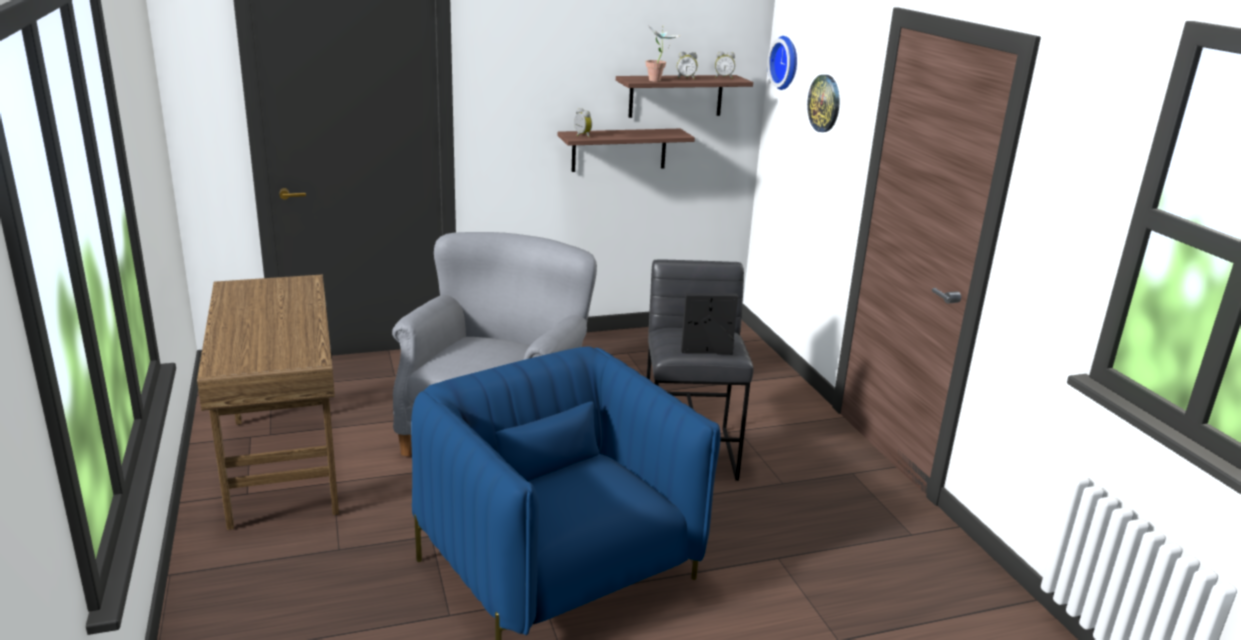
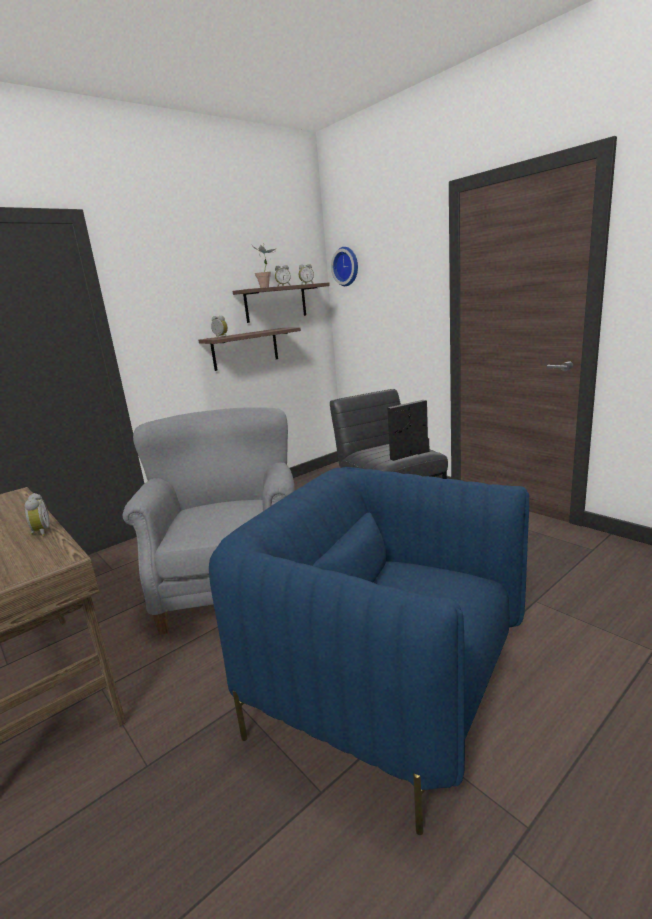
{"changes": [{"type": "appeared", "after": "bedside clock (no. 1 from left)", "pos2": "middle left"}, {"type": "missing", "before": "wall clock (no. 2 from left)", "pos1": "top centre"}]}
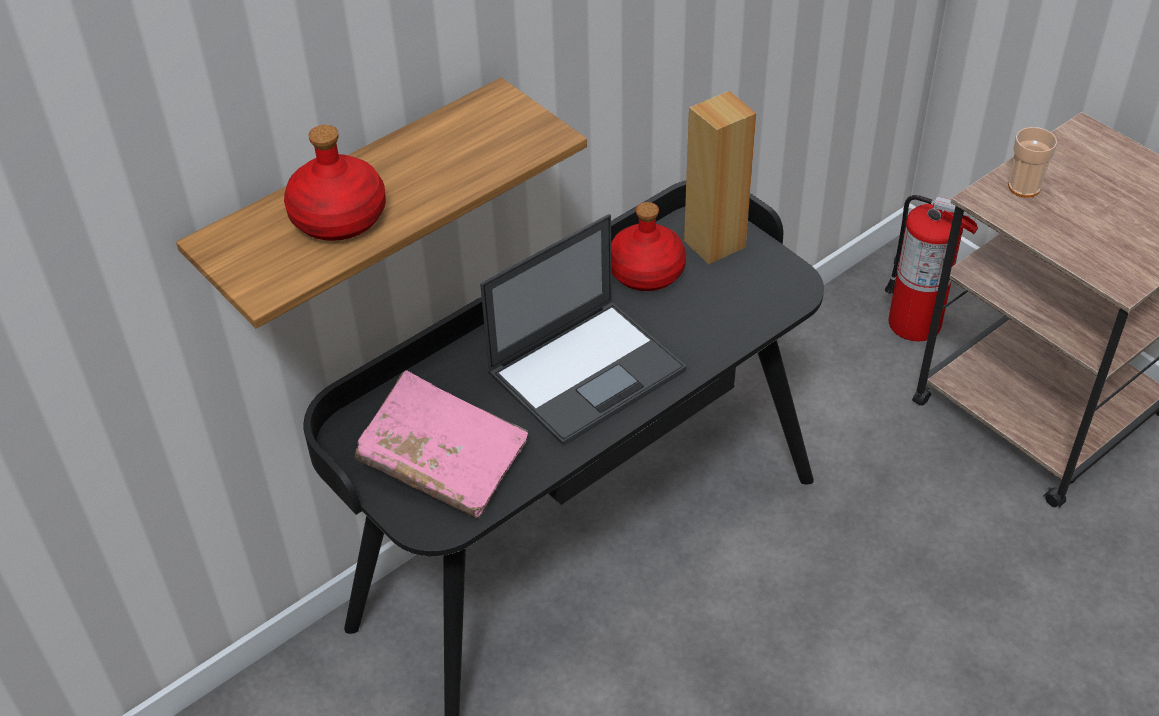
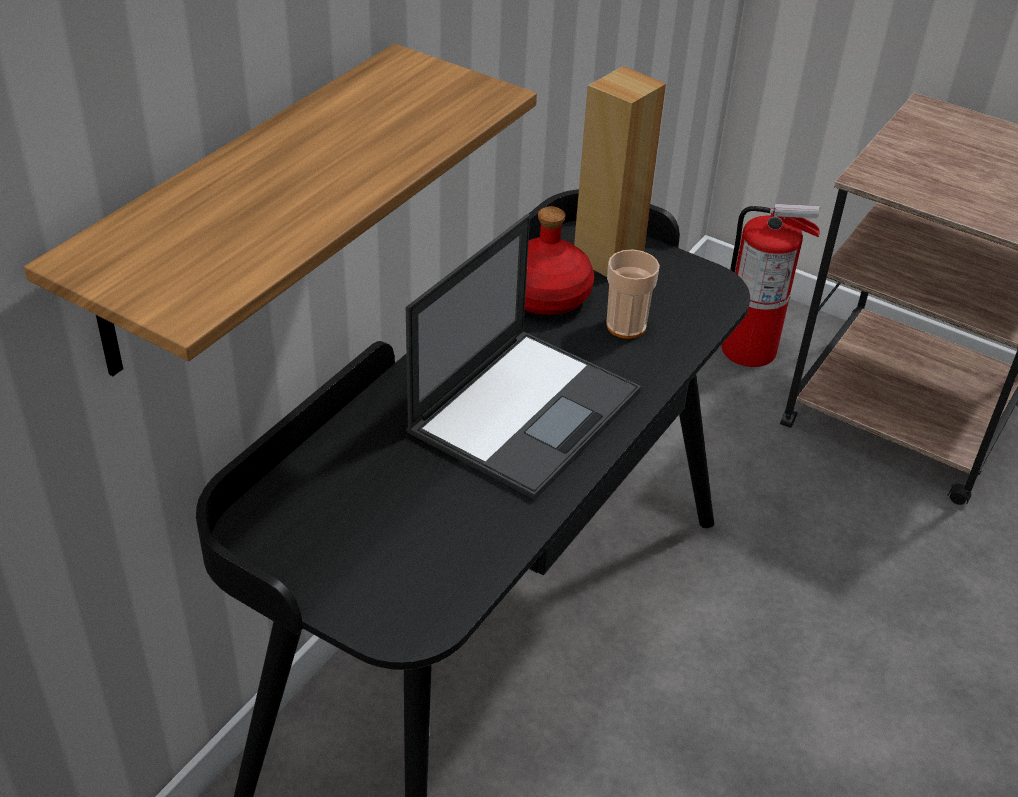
{"changes": [{"type": "relocated", "before": "cup", "pos1": "top right", "pos2": "centre"}, {"type": "missing", "before": "red bottle (no. 1 from left)", "pos1": "top left"}, {"type": "missing", "before": "pink-coloured volume", "pos1": "centre"}]}
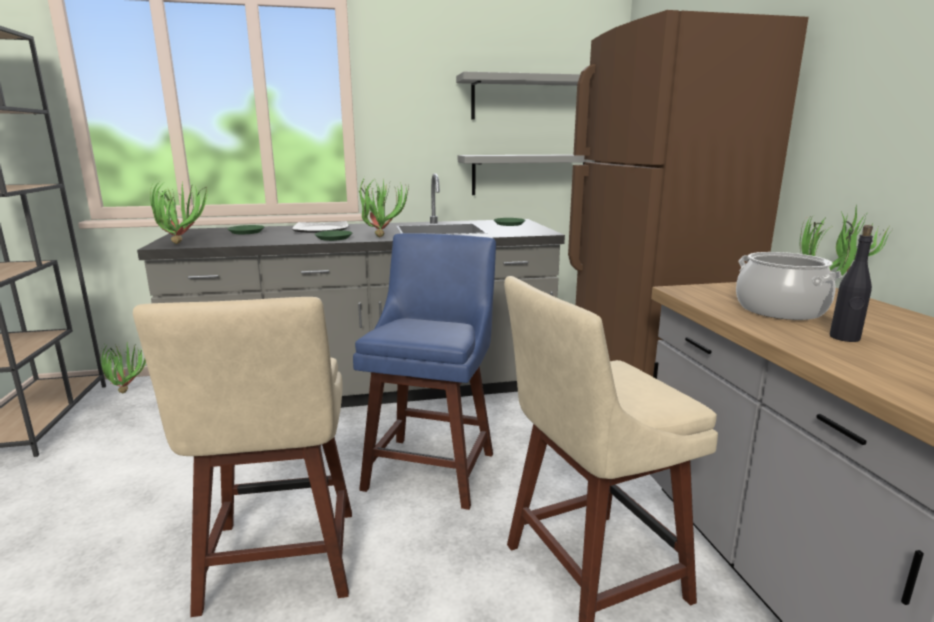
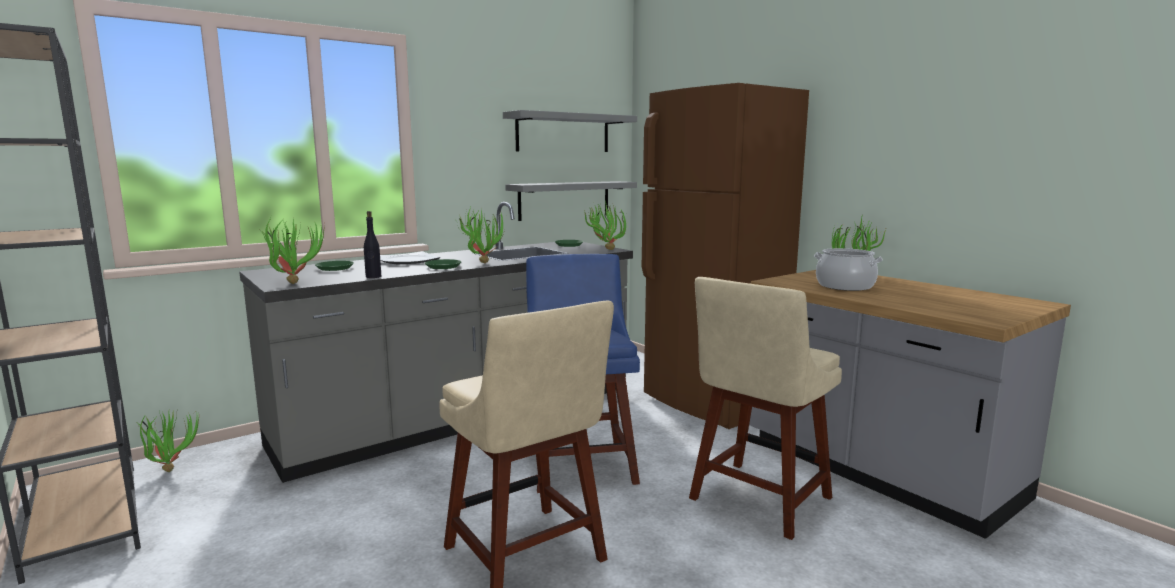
{"changes": [{"type": "relocated", "before": "black-coloured bottle", "pos1": "middle right", "pos2": "middle left"}, {"type": "appeared", "after": "plant in a pot (no. 4 from left)", "pos2": "centre"}]}
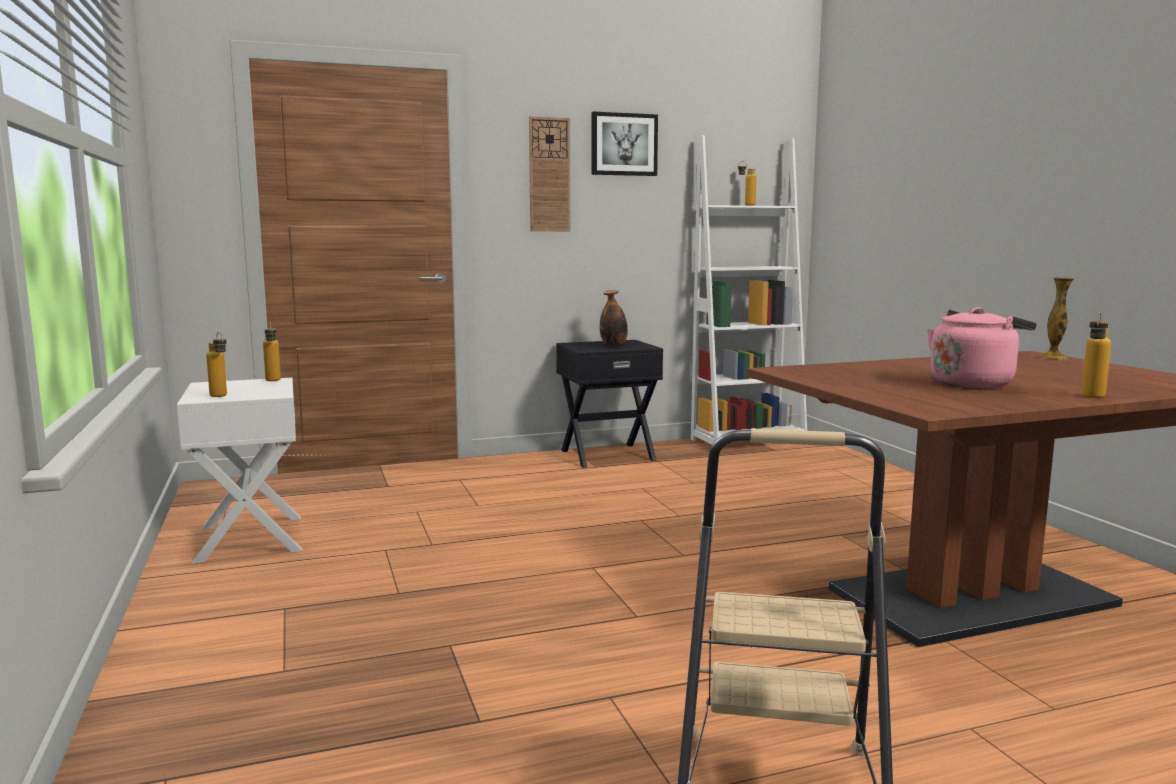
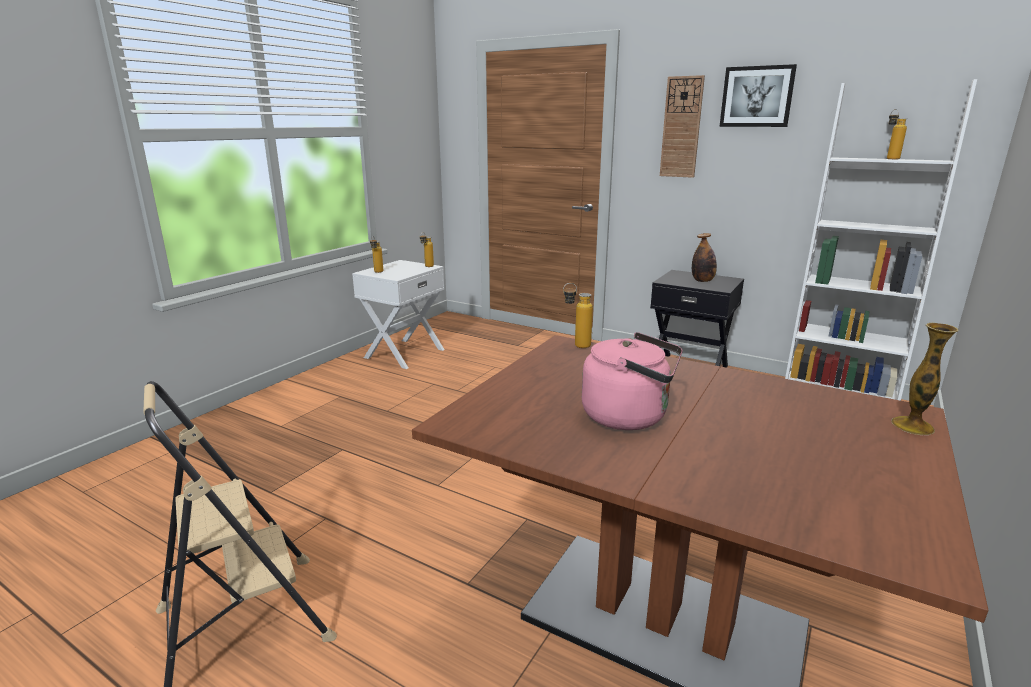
{"changes": [{"type": "relocated", "before": "bottle (no. 5 from left in the first image)", "after": "bottle (no. 3 from left)", "pos1": "middle right", "pos2": "centre"}]}
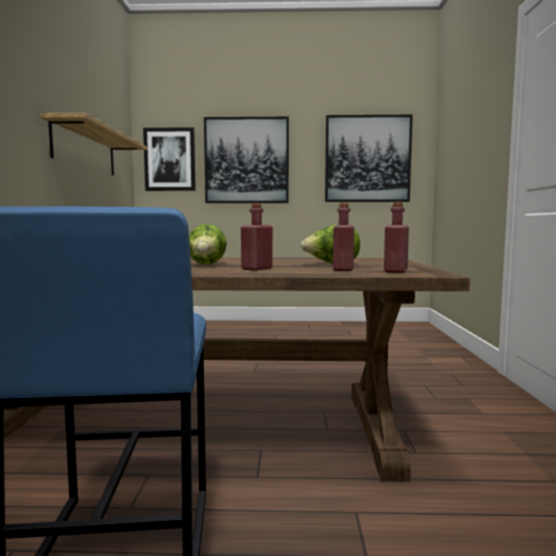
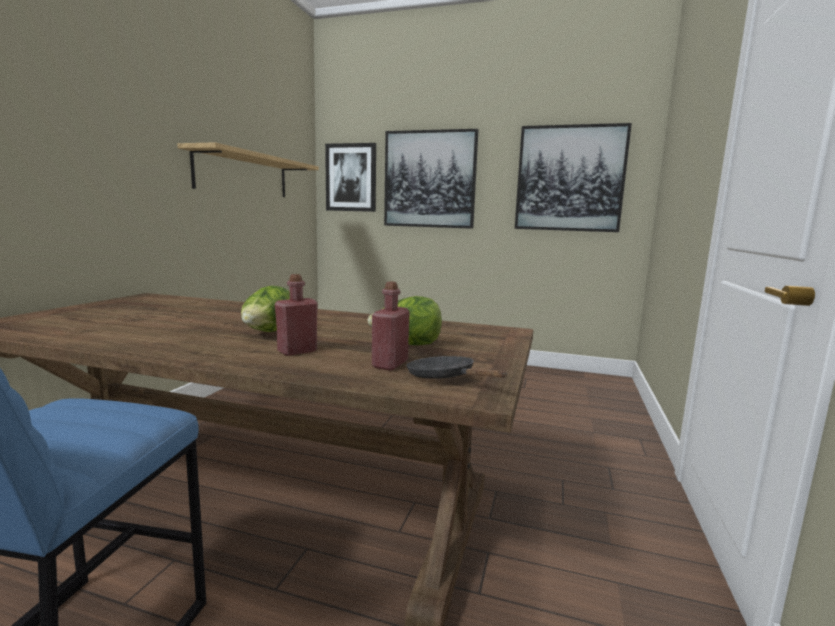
{"changes": [{"type": "exchanged", "before": "red bottle (no. 3 from left)", "after": "black-coloured frying pan", "pos1": "middle right", "pos2": "centre"}]}
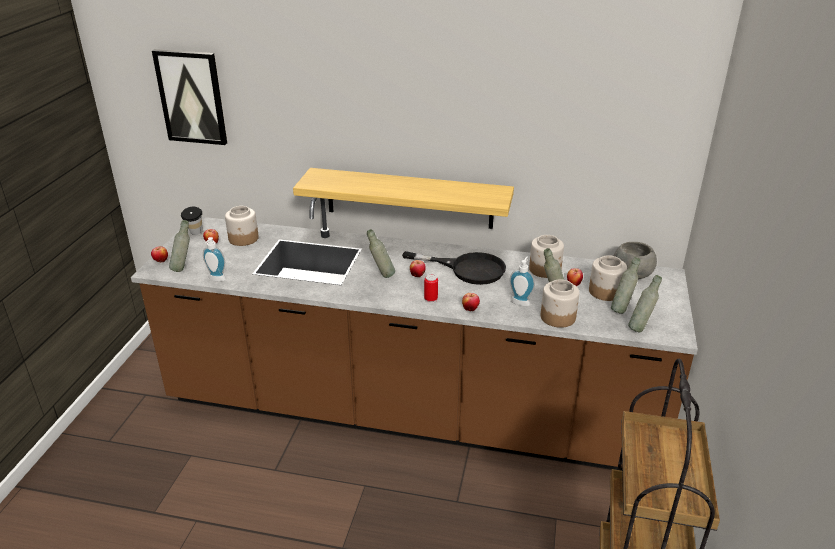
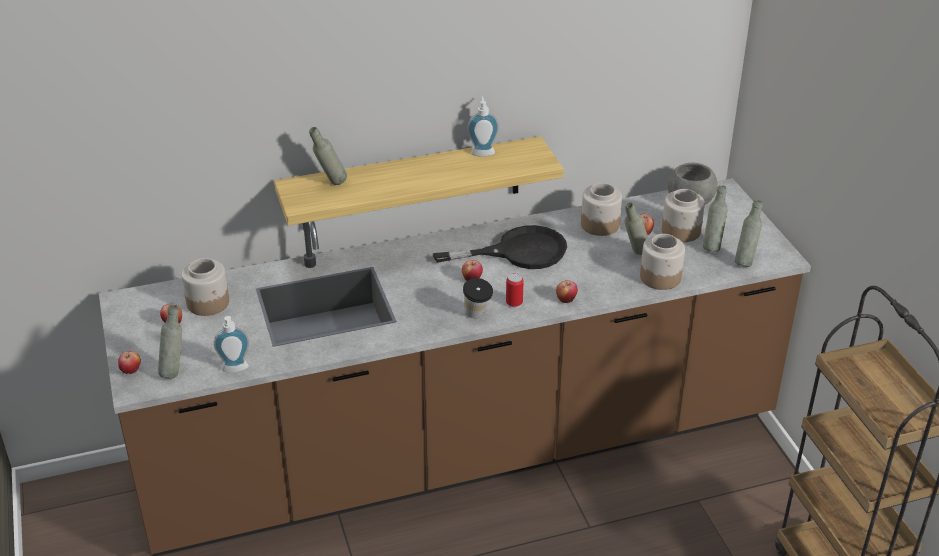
{"changes": [{"type": "relocated", "before": "grey bottle (no. 2 from left)", "pos1": "centre", "pos2": "top centre"}, {"type": "relocated", "before": "cup", "pos1": "middle left", "pos2": "centre"}, {"type": "relocated", "before": "soap dispenser (no. 2 from left)", "pos1": "centre", "pos2": "top centre"}, {"type": "missing", "before": "wall picture", "pos1": "top left"}]}
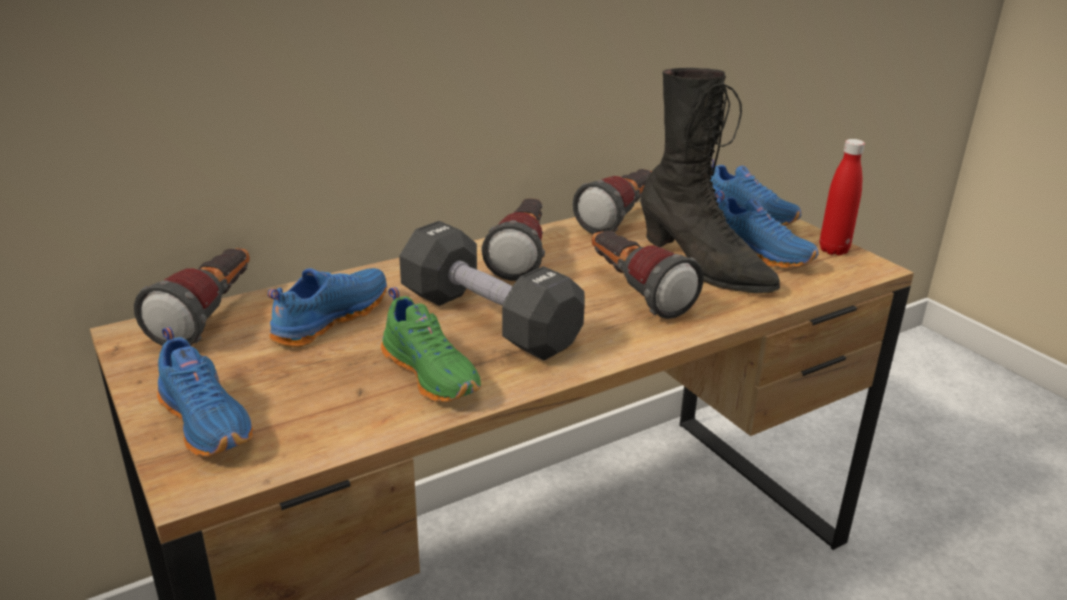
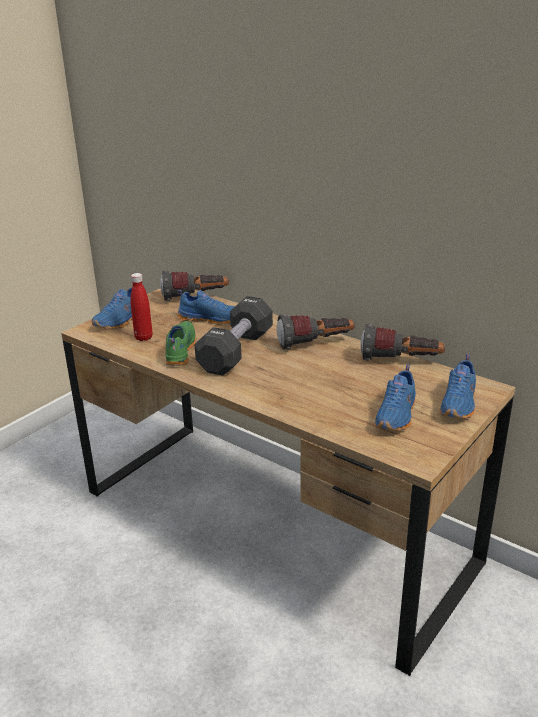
{"changes": [{"type": "relocated", "before": "red bottle", "pos1": "top right", "pos2": "middle left"}, {"type": "spun", "before": "green-coloured item of footwear", "pos1": "centre", "pos2": "centre", "turn": 150}, {"type": "missing", "before": "flashlight (no. 4 from left)", "pos1": "centre"}, {"type": "missing", "before": "black-coloured tall boot", "pos1": "top centre"}]}
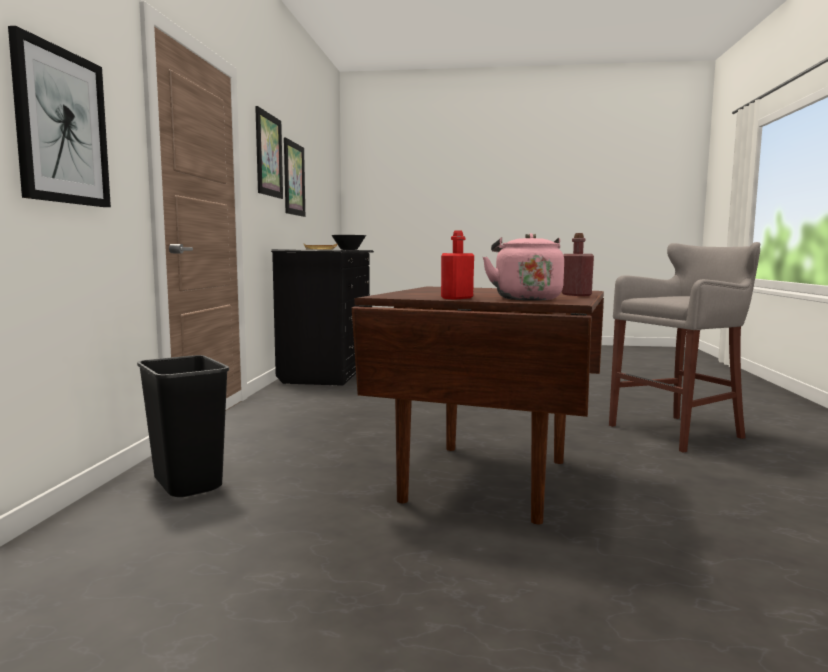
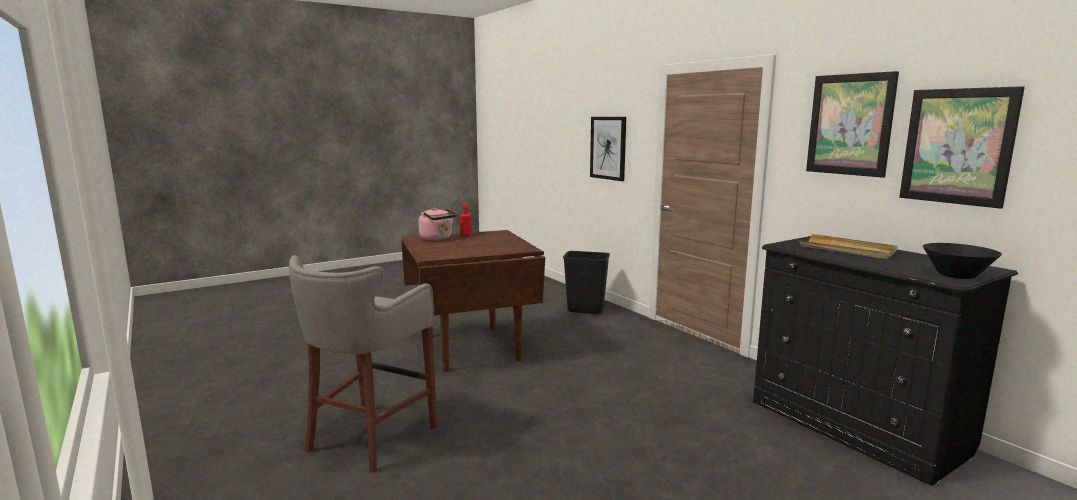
{"changes": [{"type": "missing", "before": "red bottle (no. 2 from left)", "pos1": "middle right"}]}
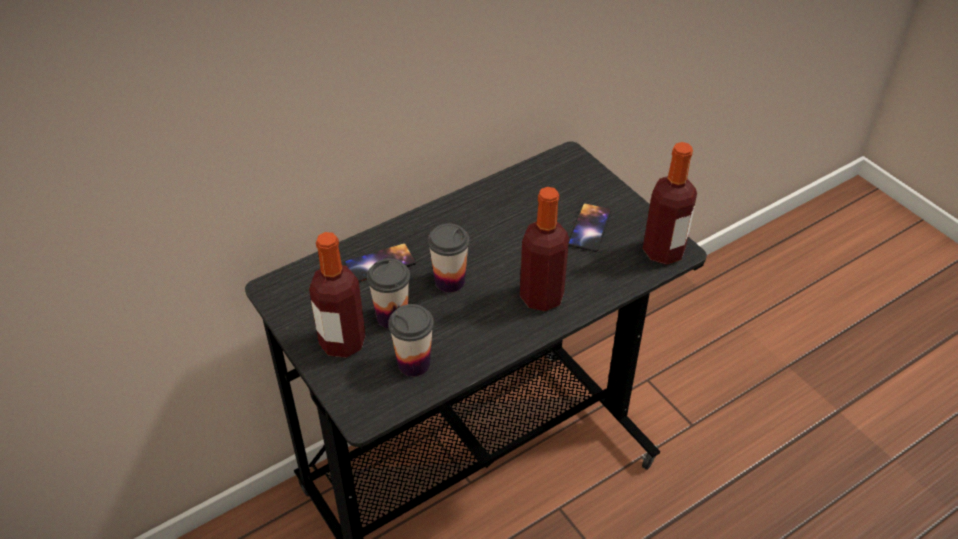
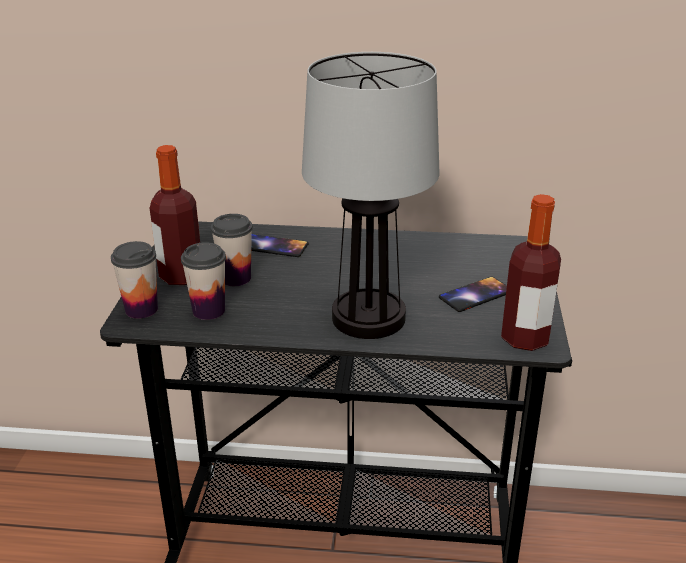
{"changes": [{"type": "relocated", "before": "cup (no. 3 from left in the first image)", "after": "cup (no. 1 from left)", "pos1": "centre", "pos2": "middle left"}, {"type": "exchanged", "before": "bottle (no. 2 from left)", "after": "tabletop lamp", "pos1": "centre", "pos2": "centre"}]}
